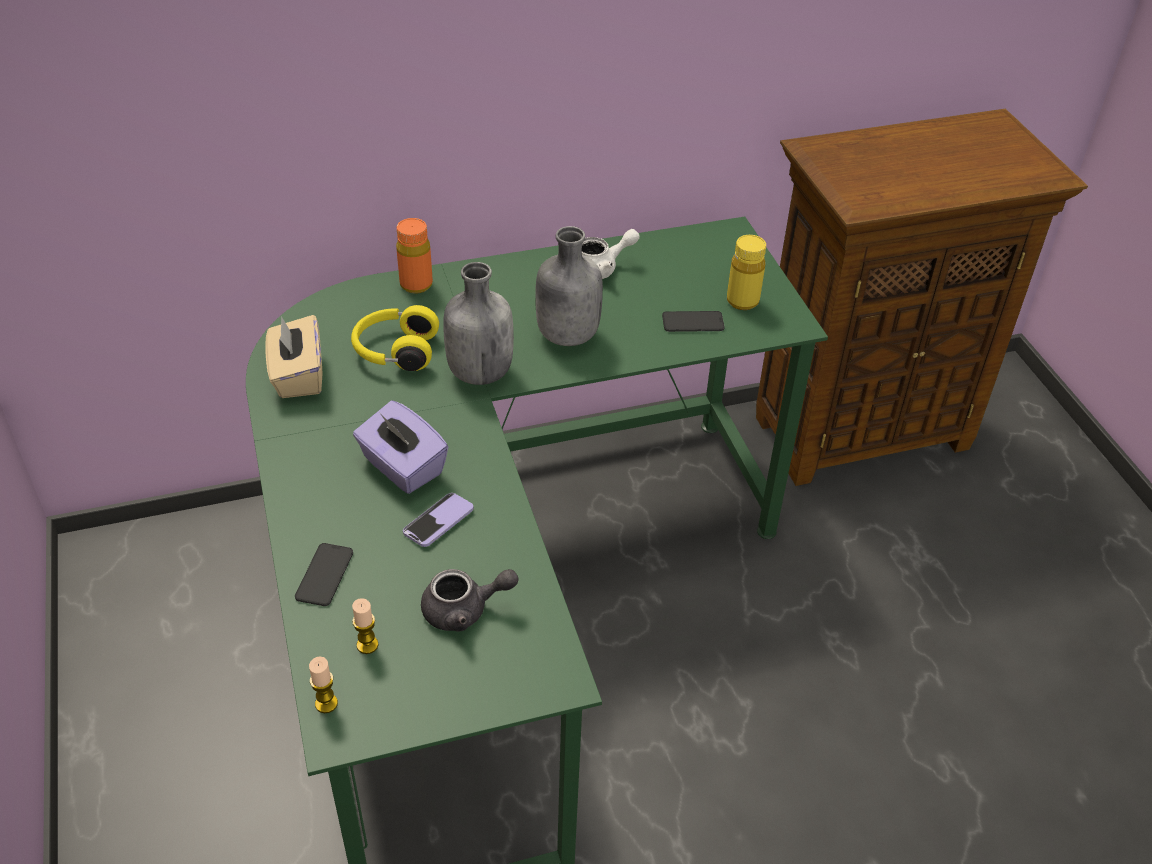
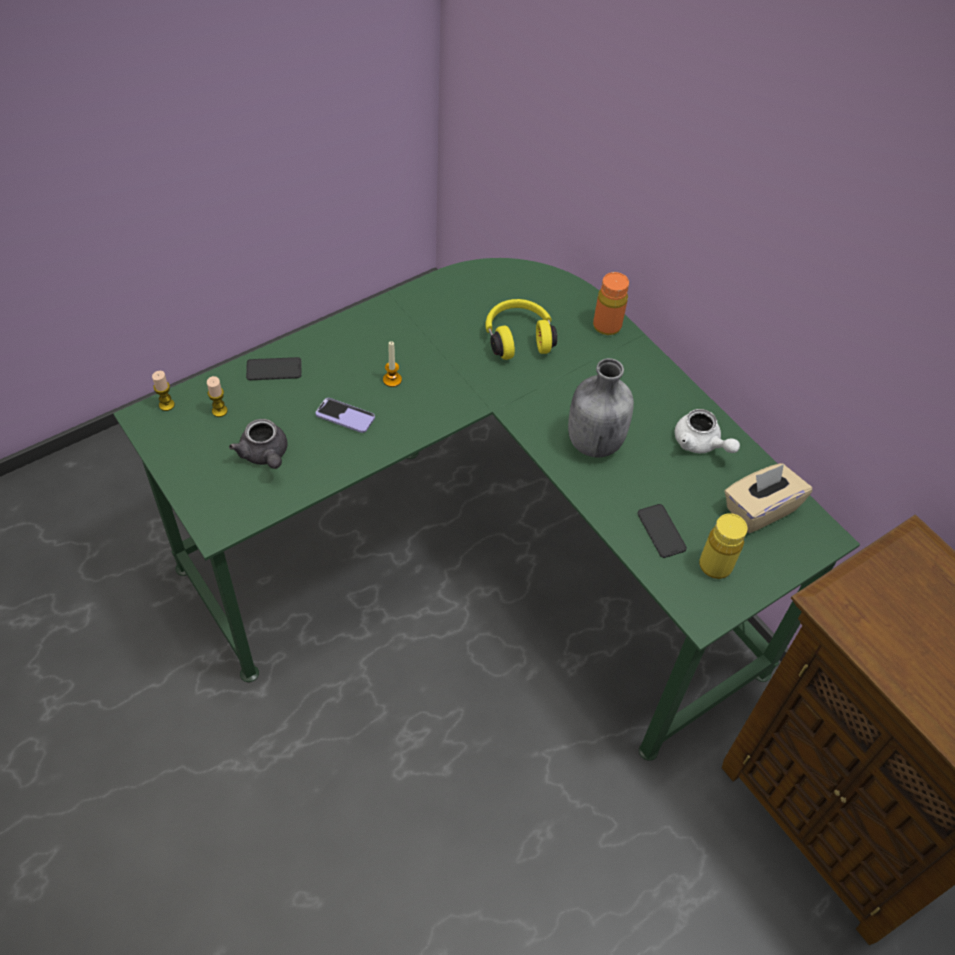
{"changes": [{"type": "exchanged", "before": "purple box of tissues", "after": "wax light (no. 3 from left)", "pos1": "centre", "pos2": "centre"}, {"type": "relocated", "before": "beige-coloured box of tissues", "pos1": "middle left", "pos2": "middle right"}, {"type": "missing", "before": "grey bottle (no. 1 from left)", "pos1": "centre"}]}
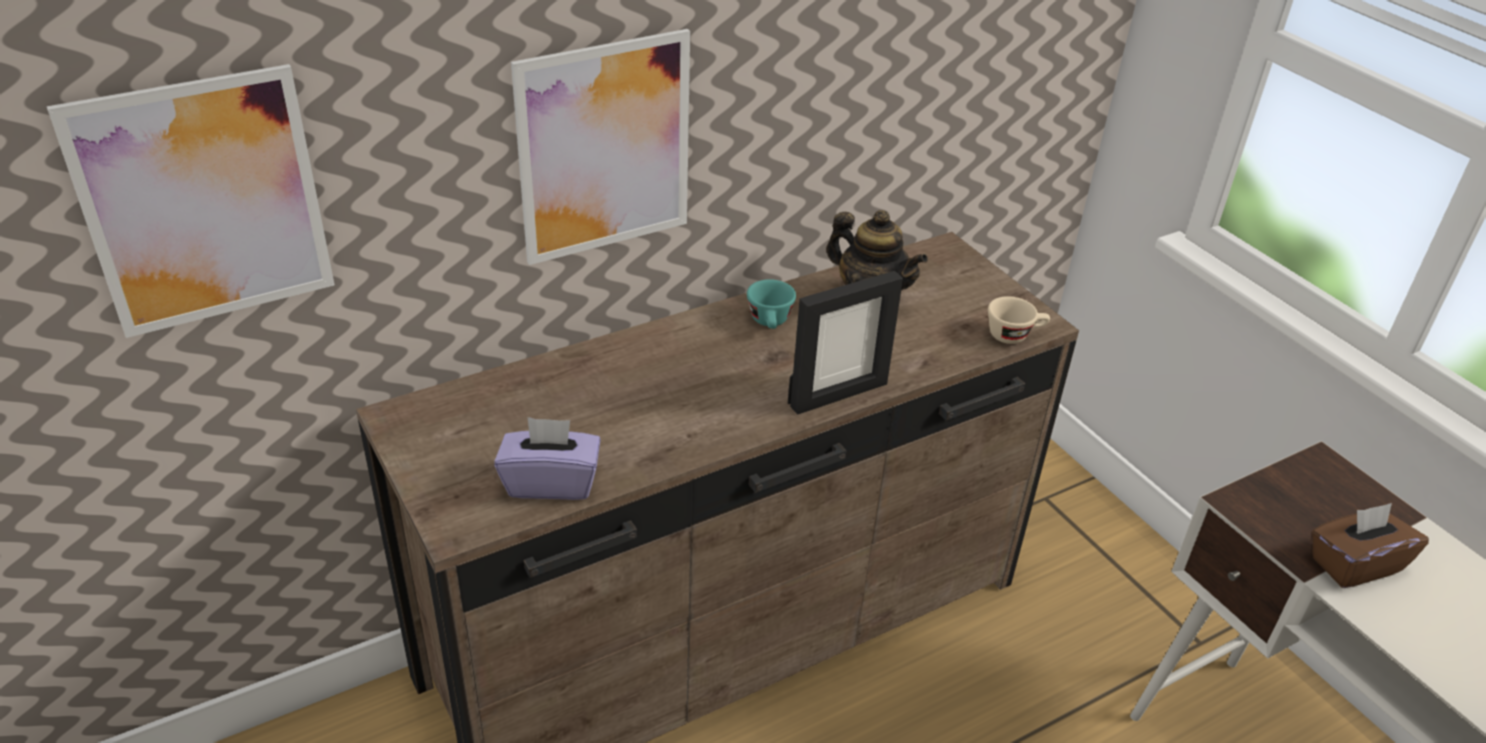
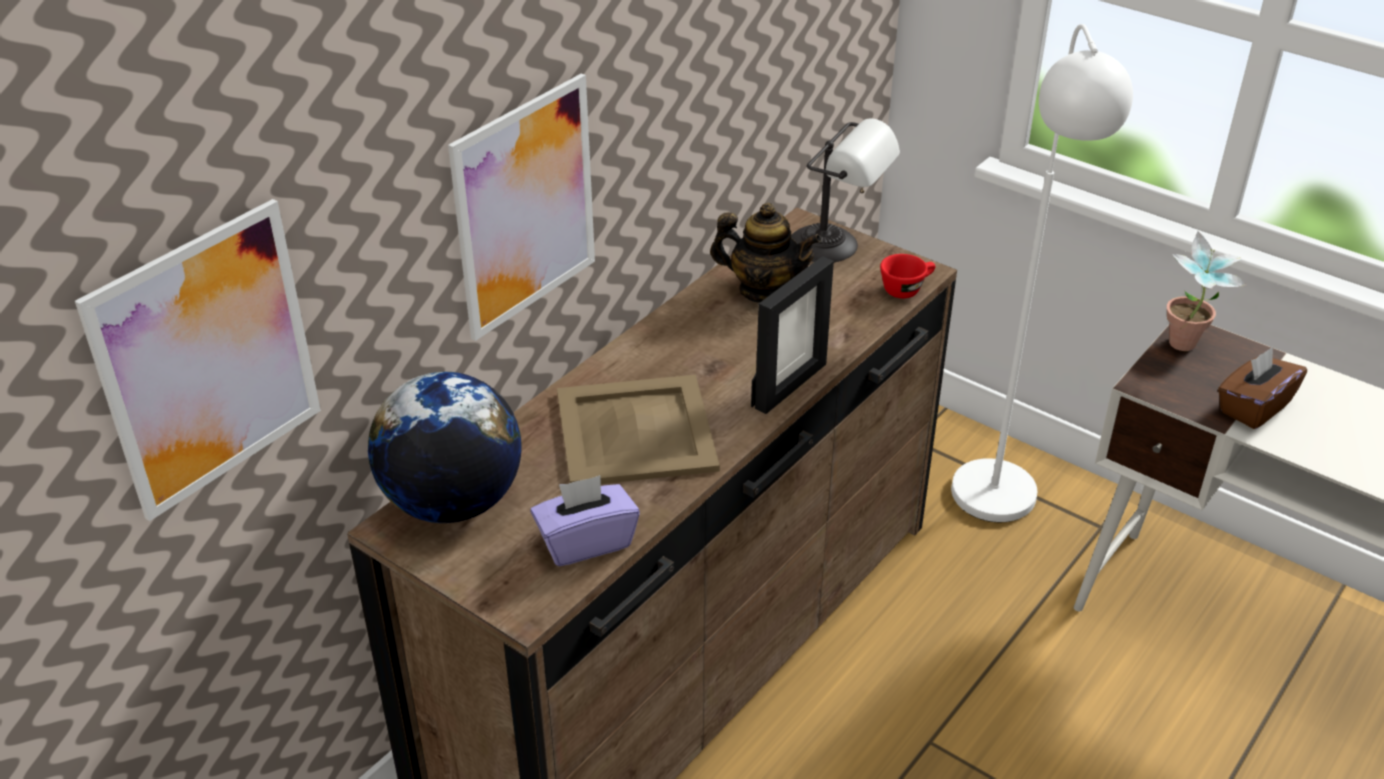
{"changes": [{"type": "appeared", "after": "world globe", "pos2": "middle left"}, {"type": "appeared", "after": "beige-coloured serving tray", "pos2": "centre"}, {"type": "appeared", "after": "tabletop lamp", "pos2": "top centre"}, {"type": "colour", "before": "beige-coloured cup", "after": "red cup", "pos1": "middle right", "pos2": "centre"}, {"type": "appeared", "after": "white-coloured standard lamp", "pos2": "middle right"}, {"type": "appeared", "after": "plant in a pot", "pos2": "middle right"}, {"type": "missing", "before": "blue-green cup", "pos1": "centre"}]}
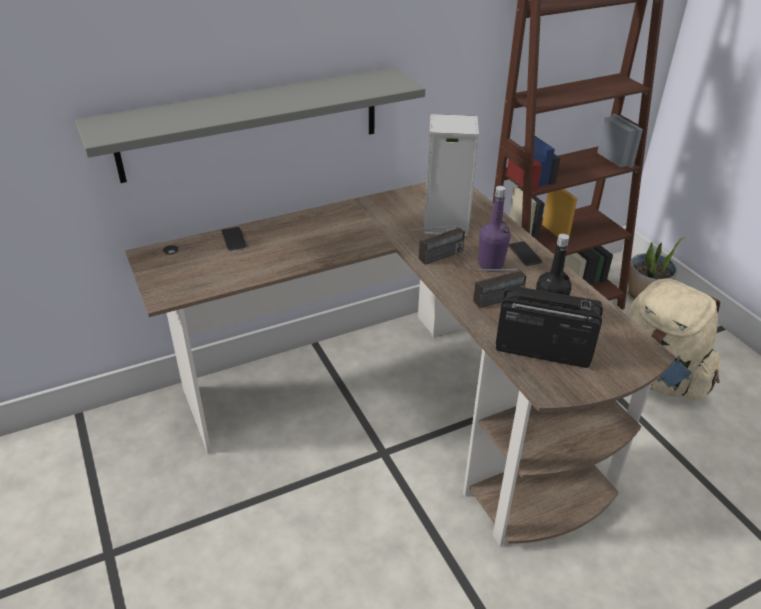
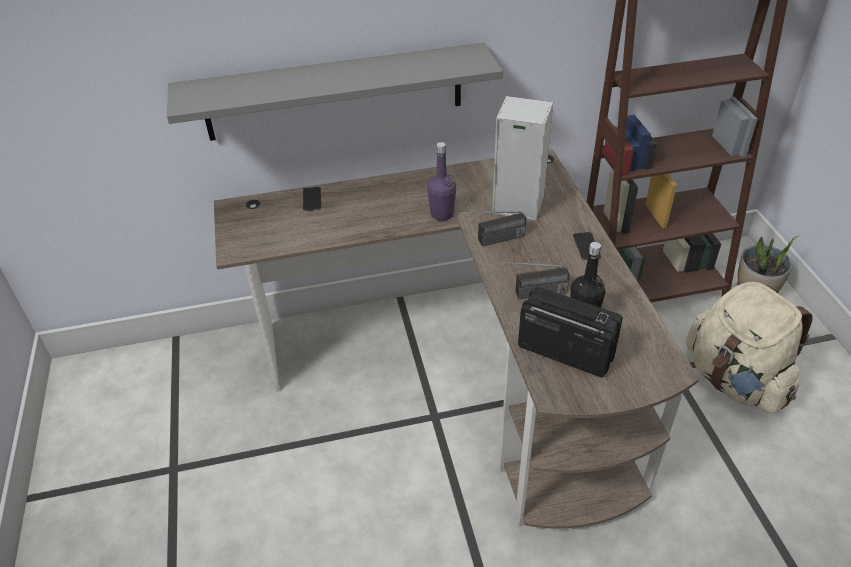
{"changes": [{"type": "relocated", "before": "purple bottle", "pos1": "centre", "pos2": "top centre"}]}
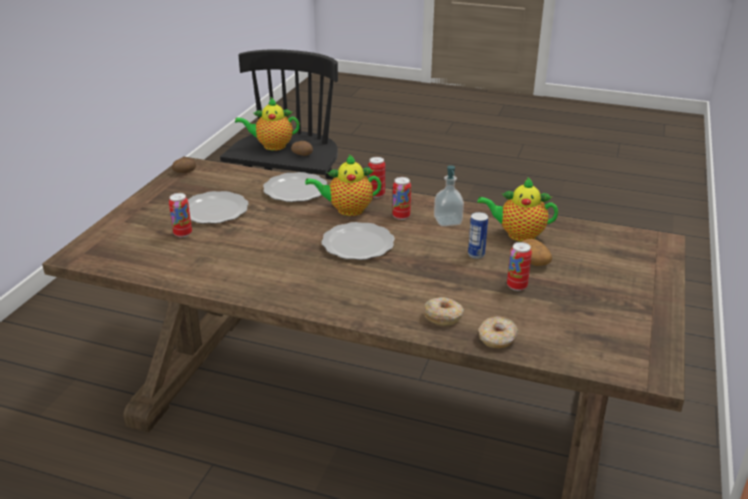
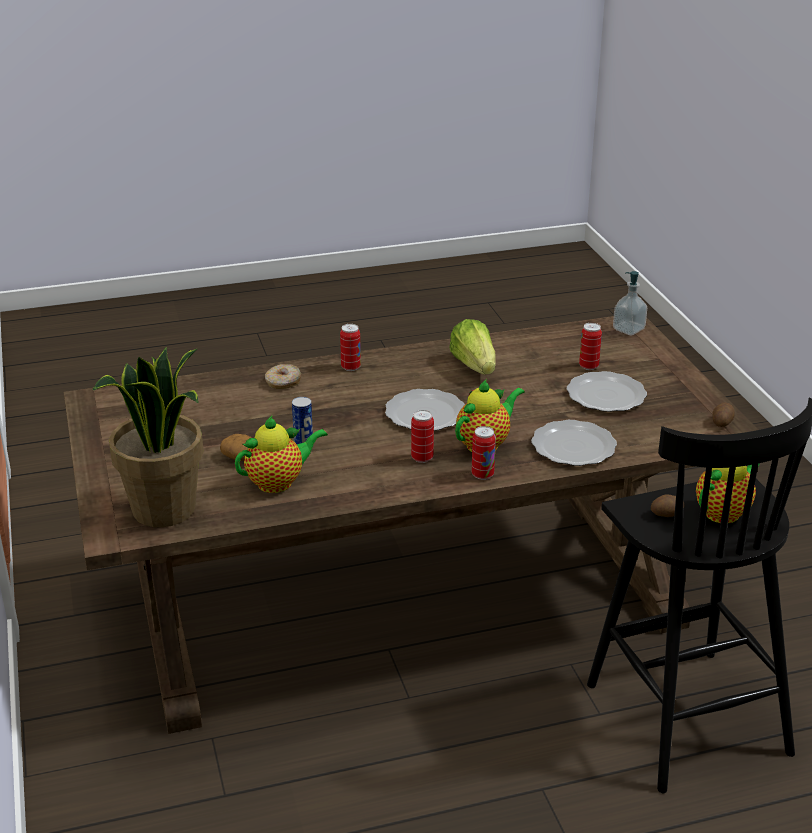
{"changes": [{"type": "appeared", "after": "plant in a pot", "pos2": "middle left"}, {"type": "relocated", "before": "metal can (no. 5 from left in the first image)", "after": "metal can (no. 2 from left)", "pos1": "middle right", "pos2": "centre"}, {"type": "appeared", "after": "head of lettuce", "pos2": "centre"}, {"type": "relocated", "before": "soap dispenser", "pos1": "centre", "pos2": "middle right"}, {"type": "missing", "before": "doughnut (no. 2 from left)", "pos1": "centre"}]}
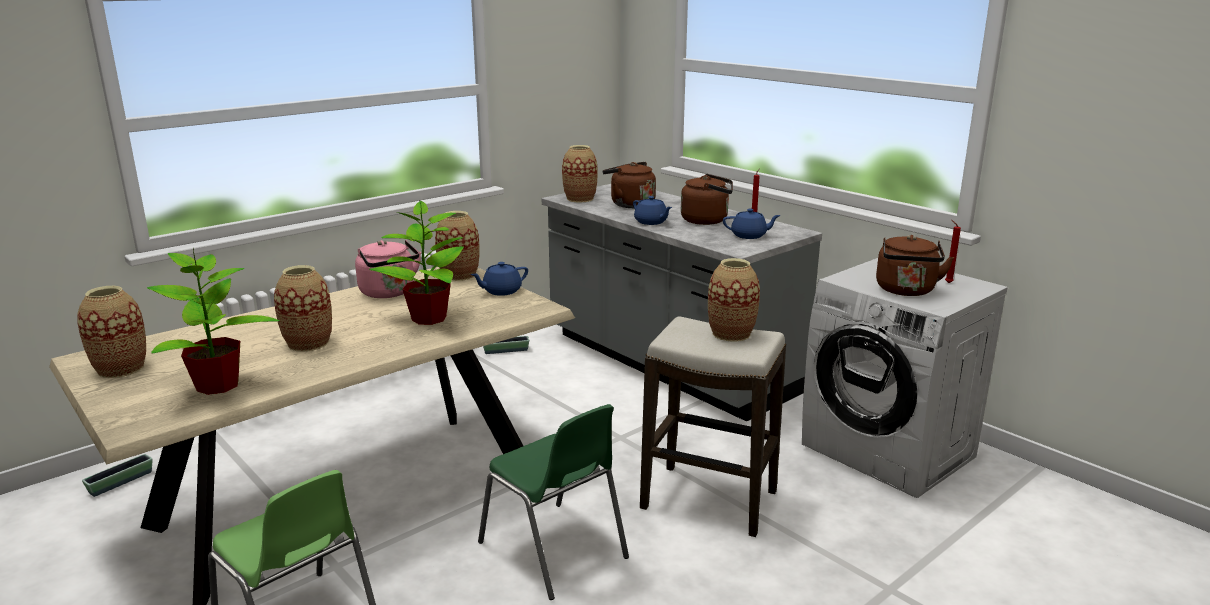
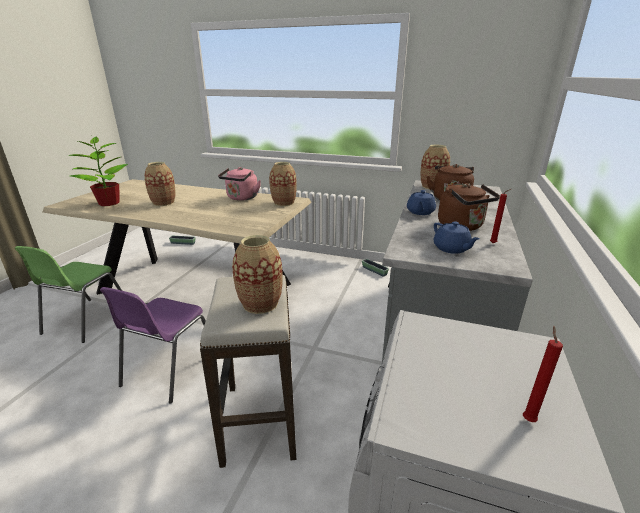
{"changes": [{"type": "colour", "before": "green-coloured plain chair (no. 2 from left)", "after": "purple plain chair", "pos1": "bottom centre", "pos2": "bottom left"}, {"type": "missing", "before": "decorative vase (no. 1 from left)", "pos1": "middle left"}, {"type": "missing", "before": "plant in a pot (no. 2 from left)", "pos1": "centre"}, {"type": "missing", "before": "bluish pot for tea (no. 1 from left)", "pos1": "centre"}, {"type": "missing", "before": "brownish kettle (no. 3 from left)", "pos1": "middle right"}]}
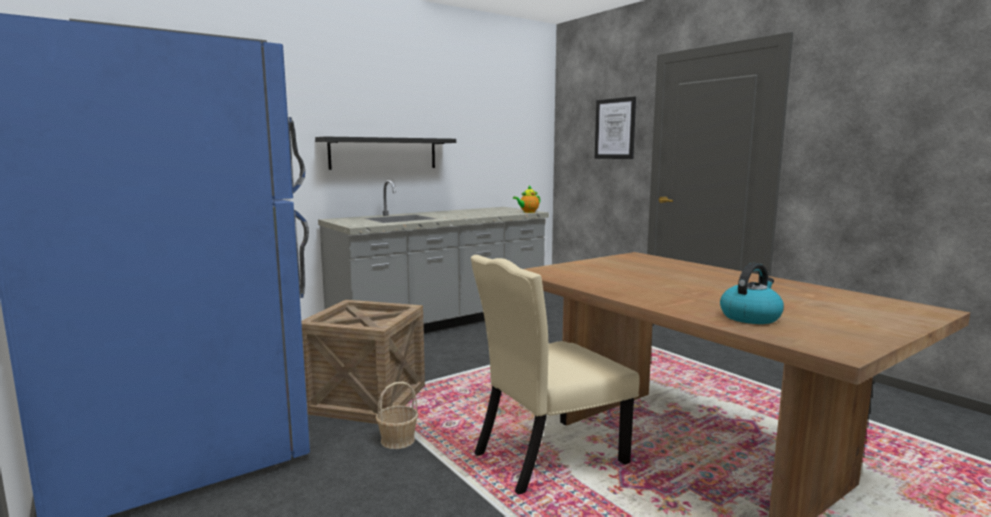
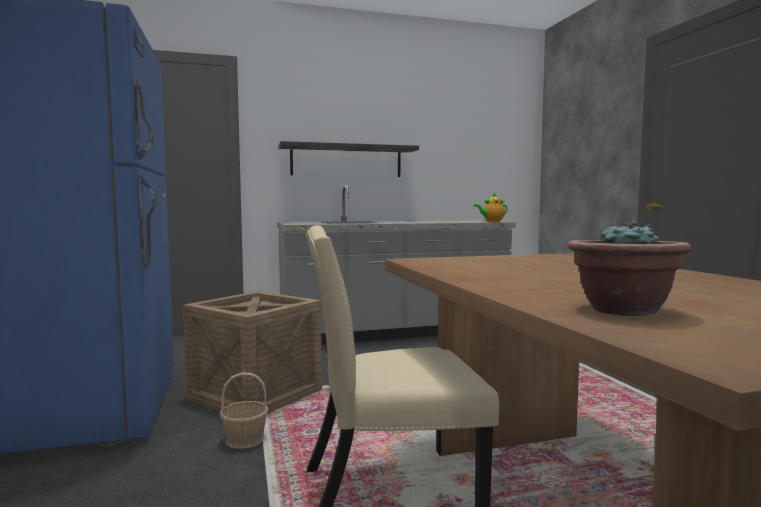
{"changes": [{"type": "exchanged", "before": "kettle", "after": "plant in a pot", "pos1": "middle right", "pos2": "middle right"}, {"type": "missing", "before": "wall picture", "pos1": "top centre"}]}
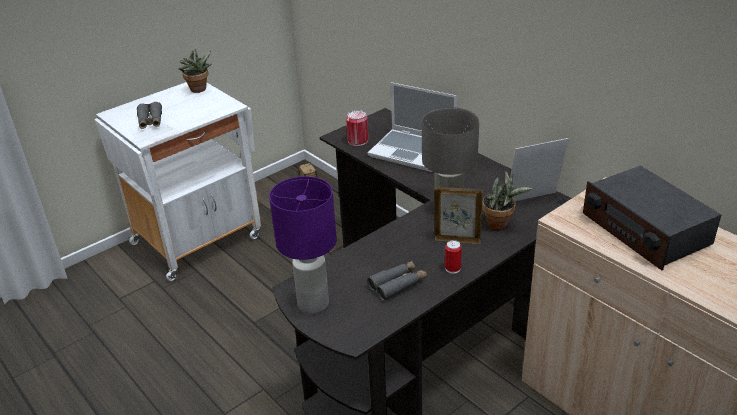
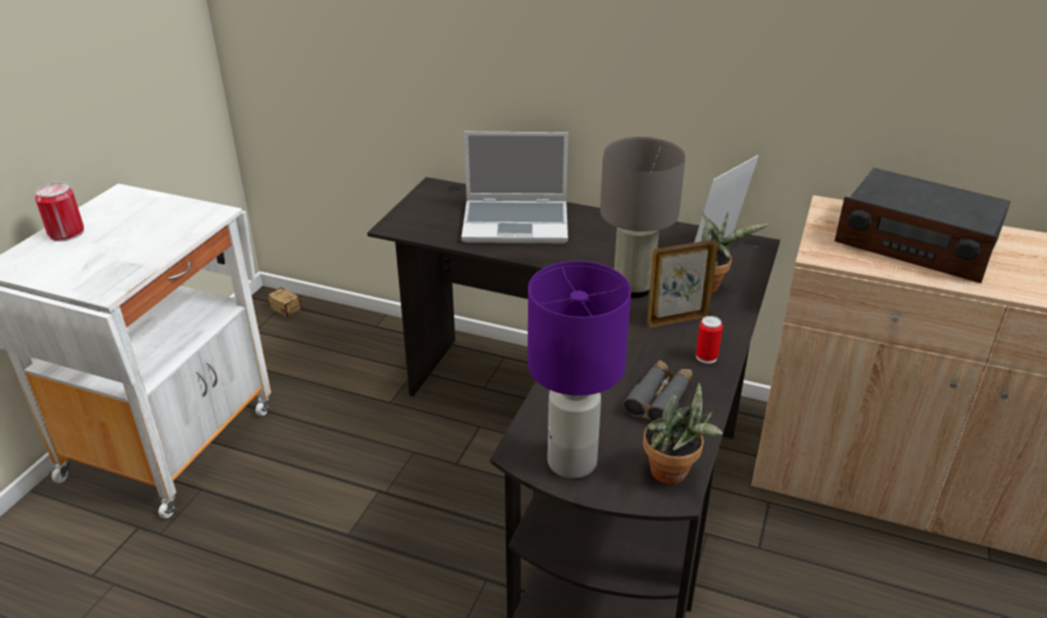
{"changes": [{"type": "relocated", "before": "metal can (no. 1 from left)", "pos1": "top centre", "pos2": "middle left"}, {"type": "relocated", "before": "plant in a pot (no. 1 from left)", "pos1": "top left", "pos2": "bottom centre"}, {"type": "missing", "before": "grey pair of binoculars (no. 1 from left)", "pos1": "top left"}]}
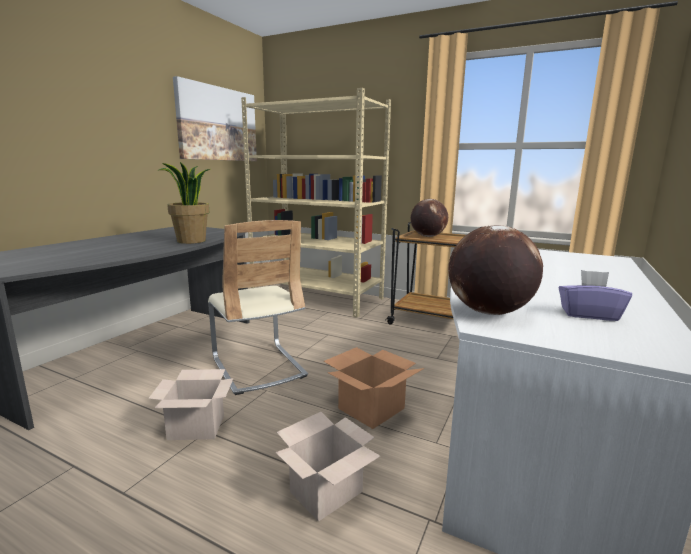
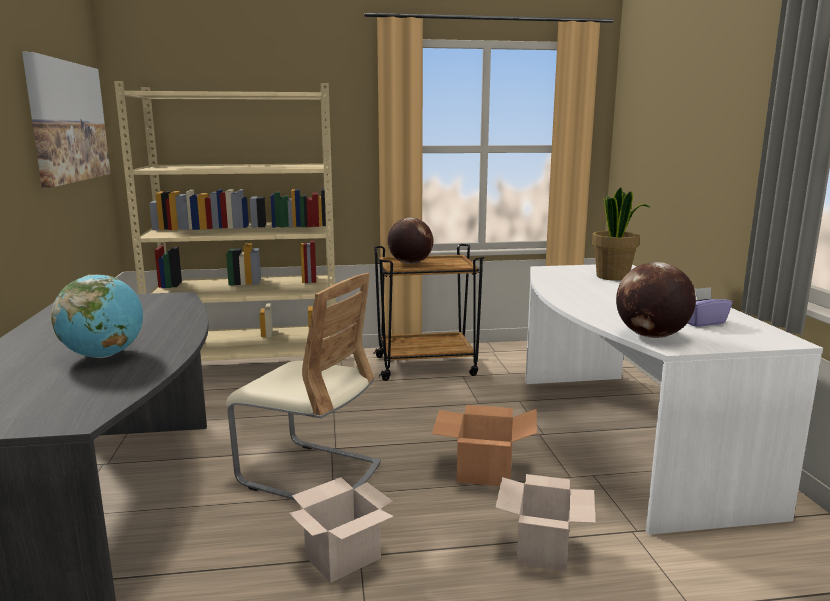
{"changes": [{"type": "appeared", "after": "world globe (no. 1 from left)", "pos2": "middle left"}, {"type": "relocated", "before": "plant in a pot", "pos1": "middle left", "pos2": "middle right"}]}
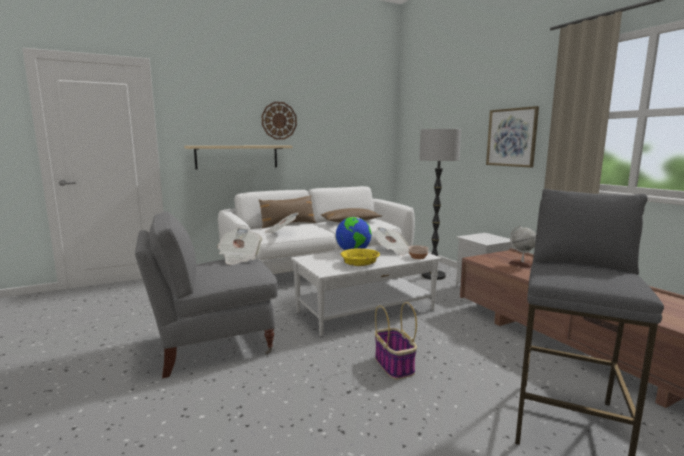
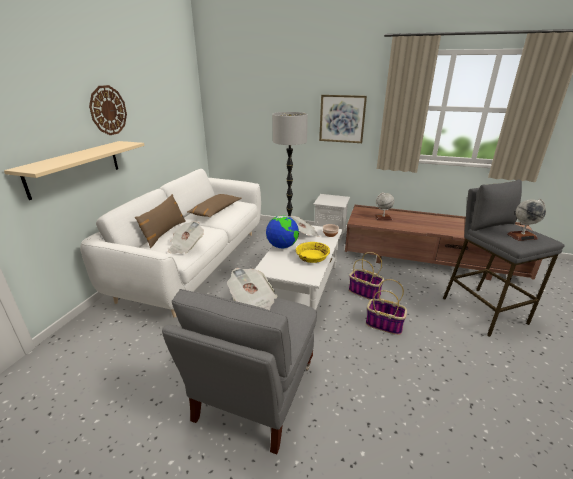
{"changes": [{"type": "appeared", "after": "storage basket (no. 1 from left)", "pos2": "centre"}, {"type": "appeared", "after": "world globe (no. 3 from left)", "pos2": "middle right"}]}
